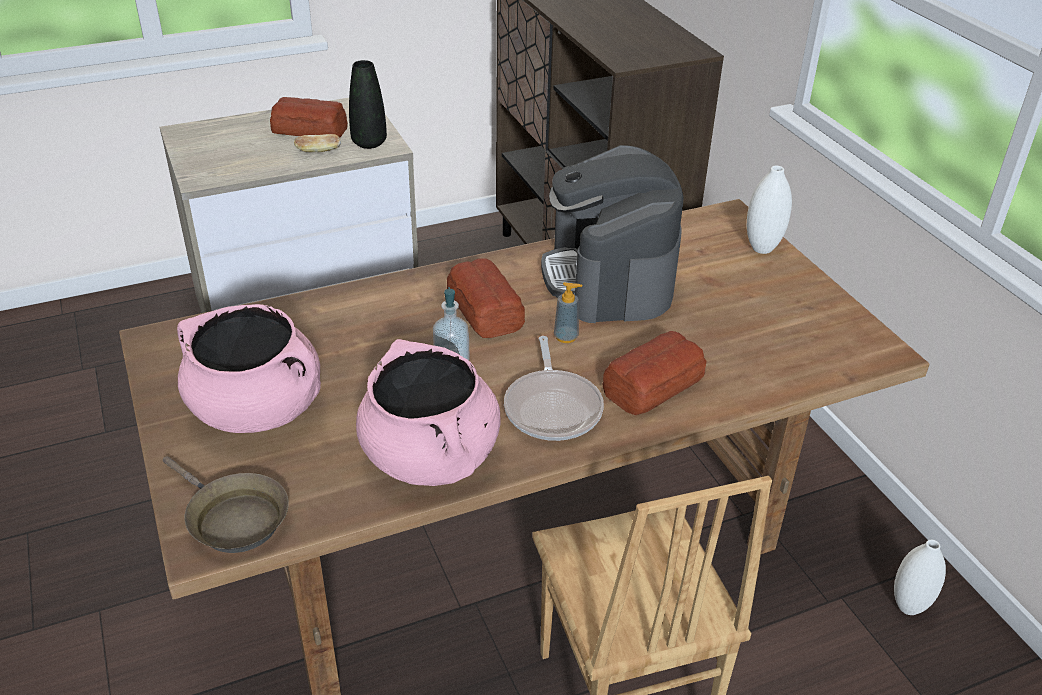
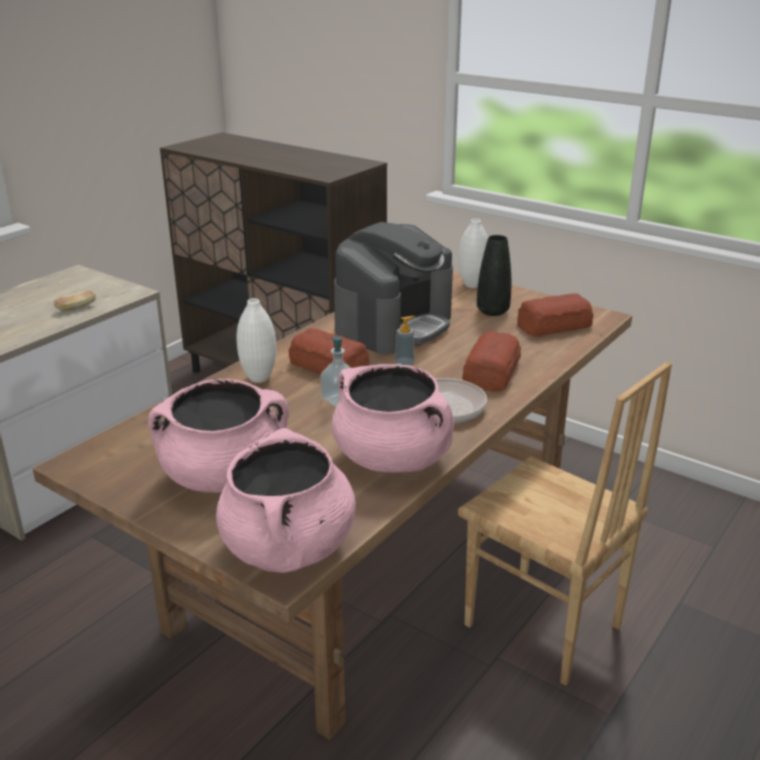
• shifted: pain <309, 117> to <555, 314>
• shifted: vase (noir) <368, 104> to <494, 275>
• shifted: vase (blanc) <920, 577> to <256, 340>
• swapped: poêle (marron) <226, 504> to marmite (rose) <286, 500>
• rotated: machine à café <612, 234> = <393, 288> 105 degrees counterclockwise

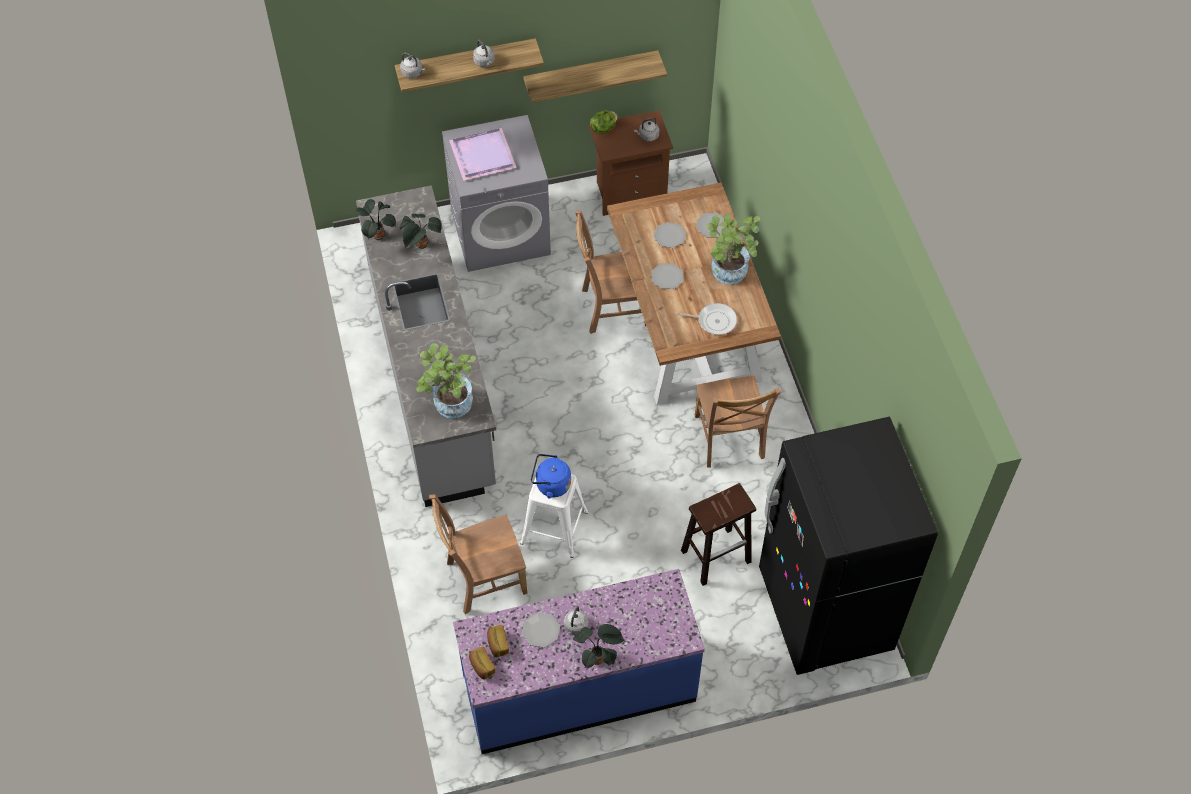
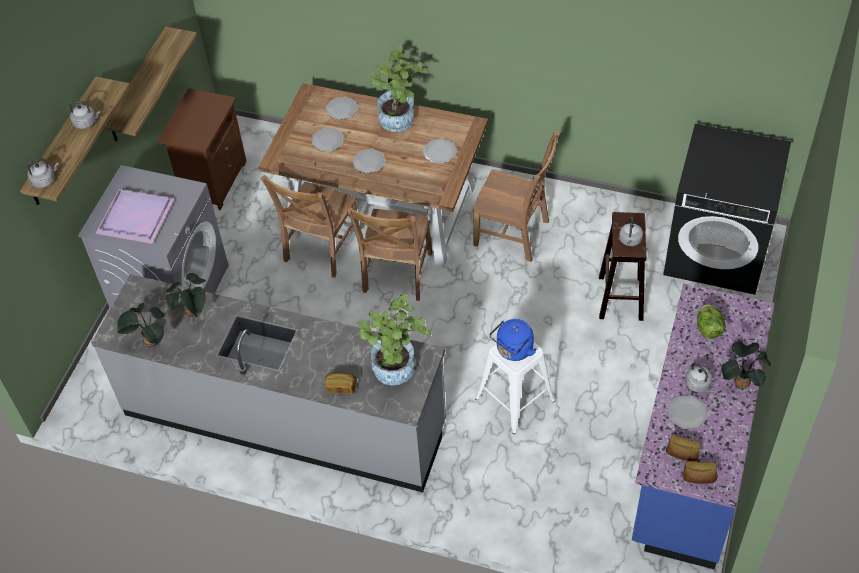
• new: pain <341, 383>
• shifted: chaise (marron) <478, 554> to <389, 254>
• shifted: laitue <604, 122> to <711, 321>
• shifted: bouilloire (gris) <646, 129> to <631, 231>
• swapped: poêle <707, 319> to assiette <440, 151>
• swapped: réfrigérateur (noir) <848, 545> to lave-linge (noir) <727, 209>

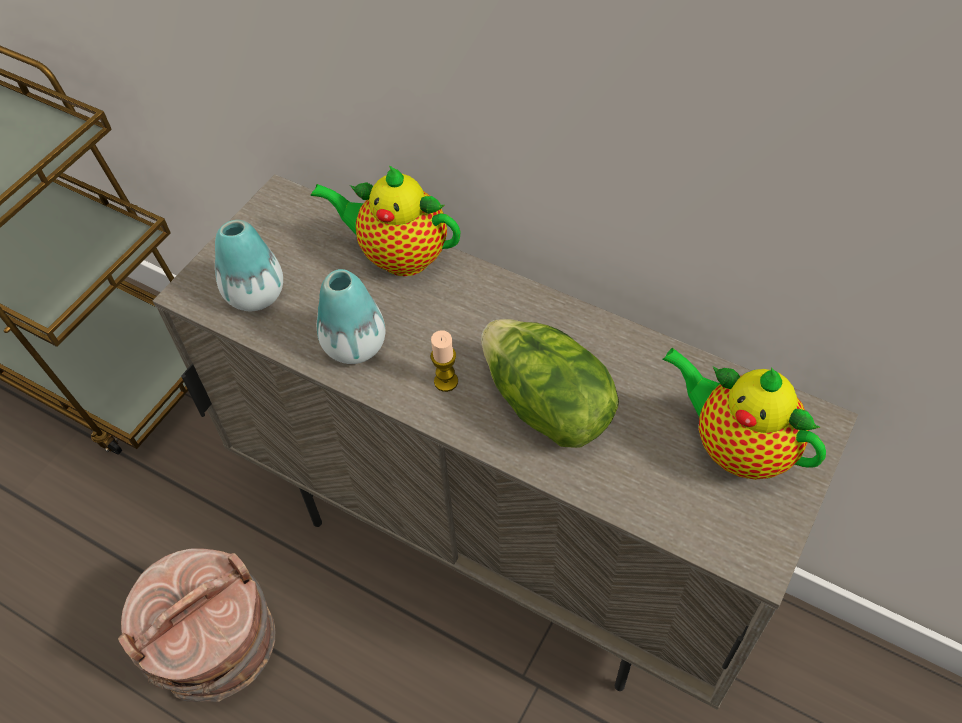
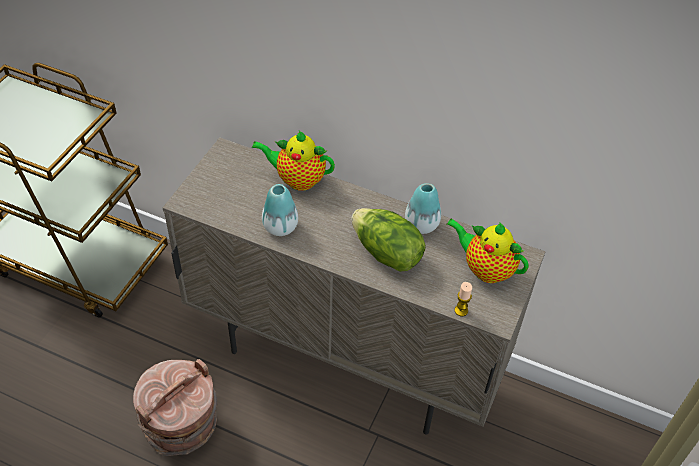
• shifted: vase <249, 265> to <423, 208>
• shifted: bougie <444, 361> to <463, 299>

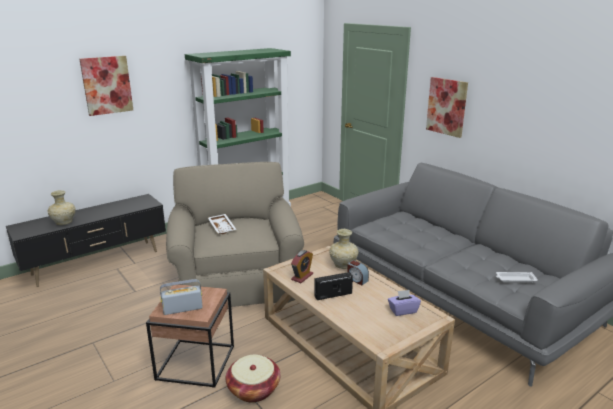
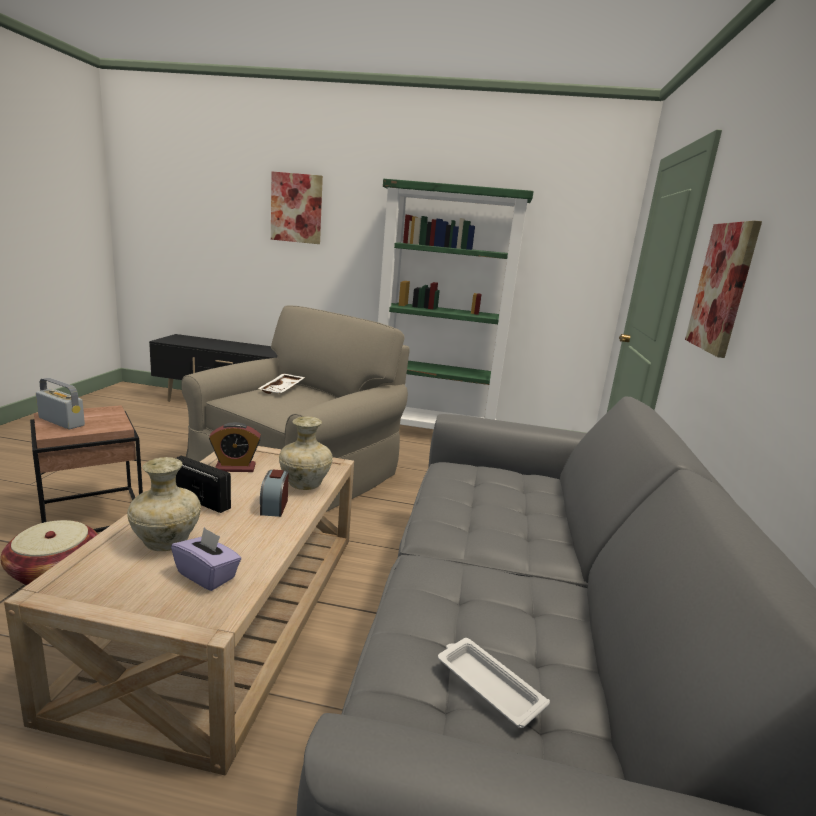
• shifted: vase (beige) <61, 207> to <164, 504>

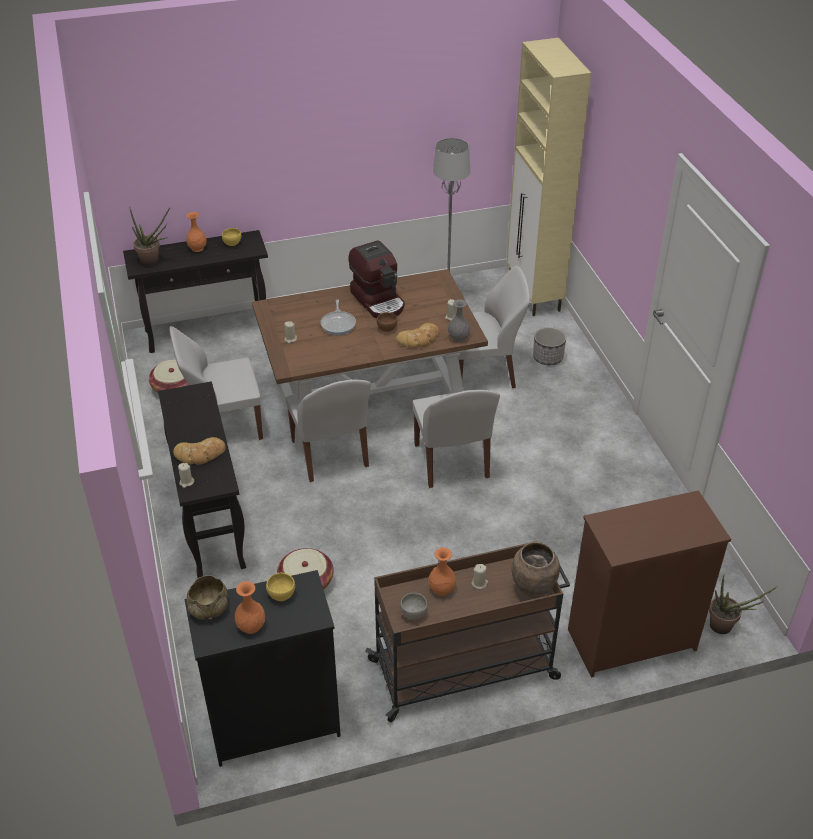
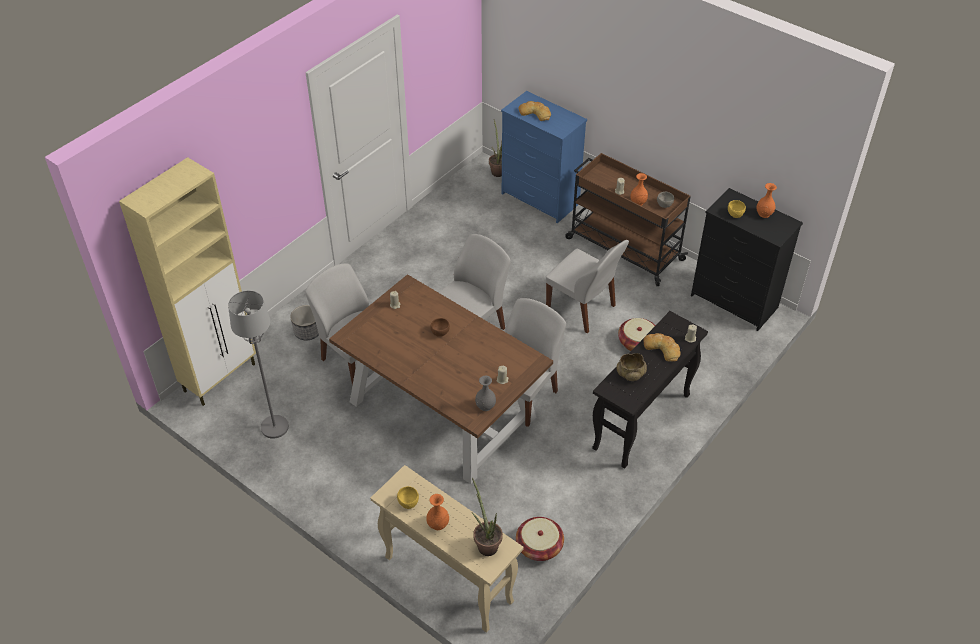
• gone: poêle <338, 317>
• gone: machine à café <376, 279>
• gone: vase (marron) <536, 570>
• shifted: chaise (blanc) <216, 383> to <587, 286>
• shifted: bol (beige) <207, 597> to <632, 367>
• shifted: pain <418, 335> to <534, 111>
• shifted: vase (gris) <459, 320> to <485, 393>
• repainted: table console (noir) <195, 291> to table console (beige) <447, 549>
• repainted: commode (marron) <649, 584> to commode (bleu) <544, 157>

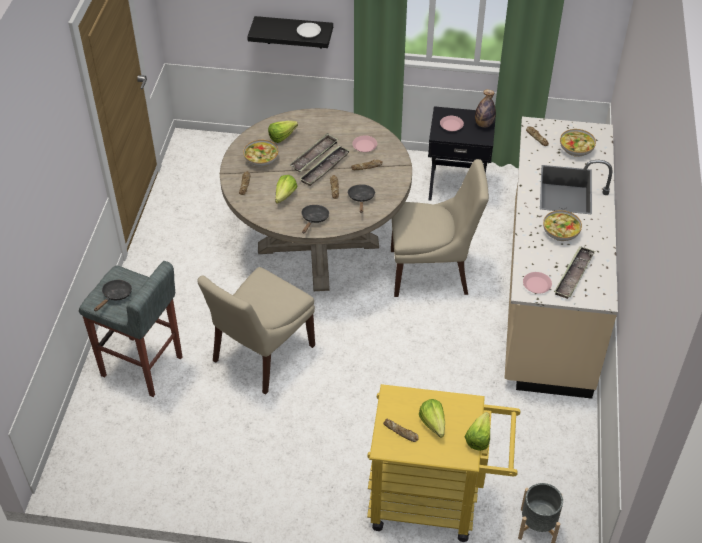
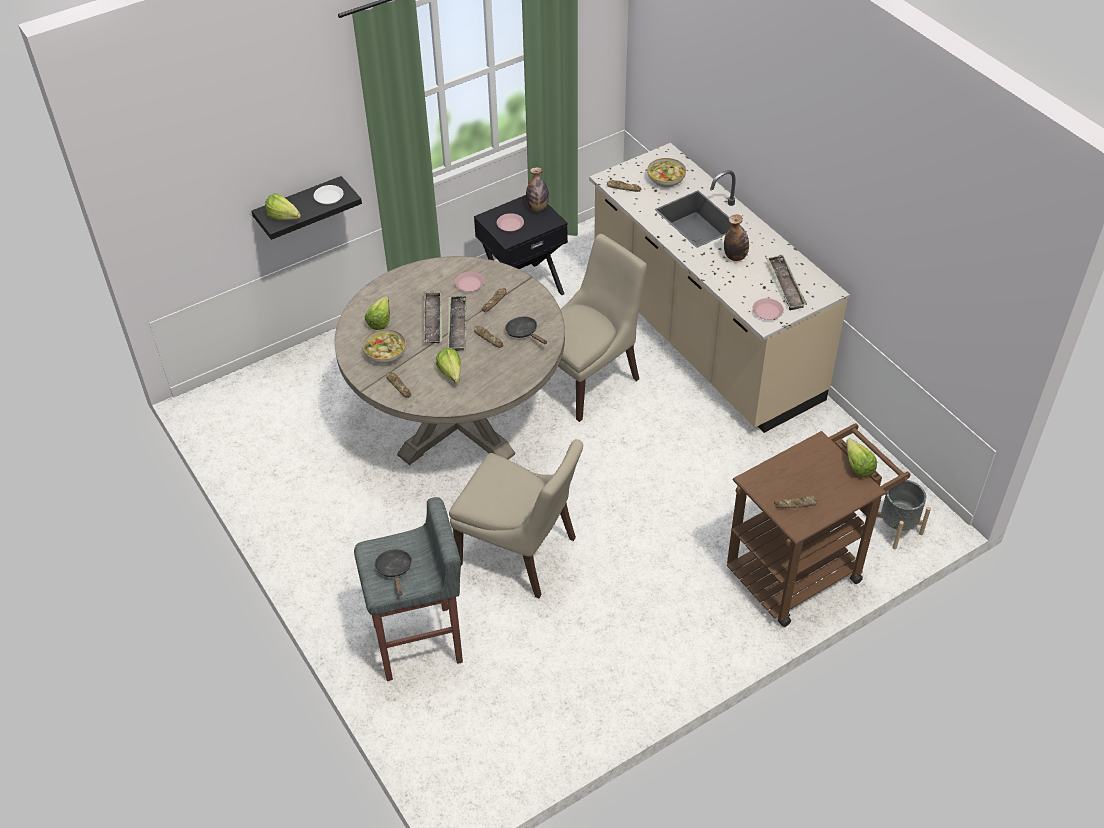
• gone: poêle (noir) <315, 219>
• shifted: laitue <432, 418> to <283, 206>
• swapped: bol <562, 225> to bouteille <736, 237>
• repainted: chariot (jaune) <443, 463> to chariot (marron) <819, 525>
• rotated: chaise (beige) <256, 331> = <516, 518> 60 degrees counterclockwise

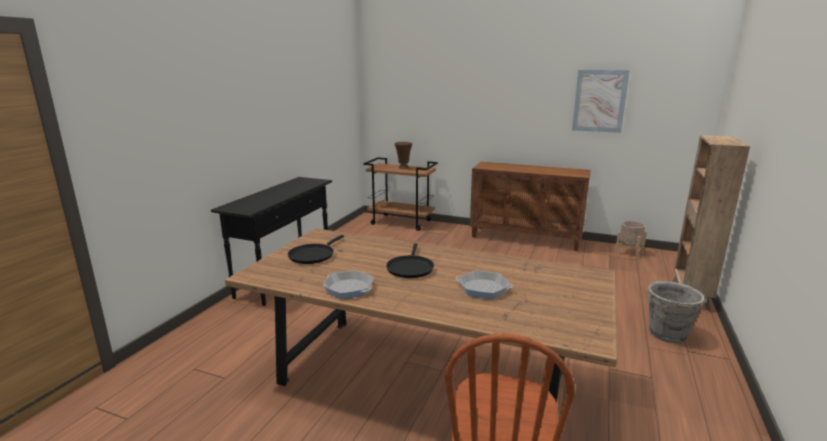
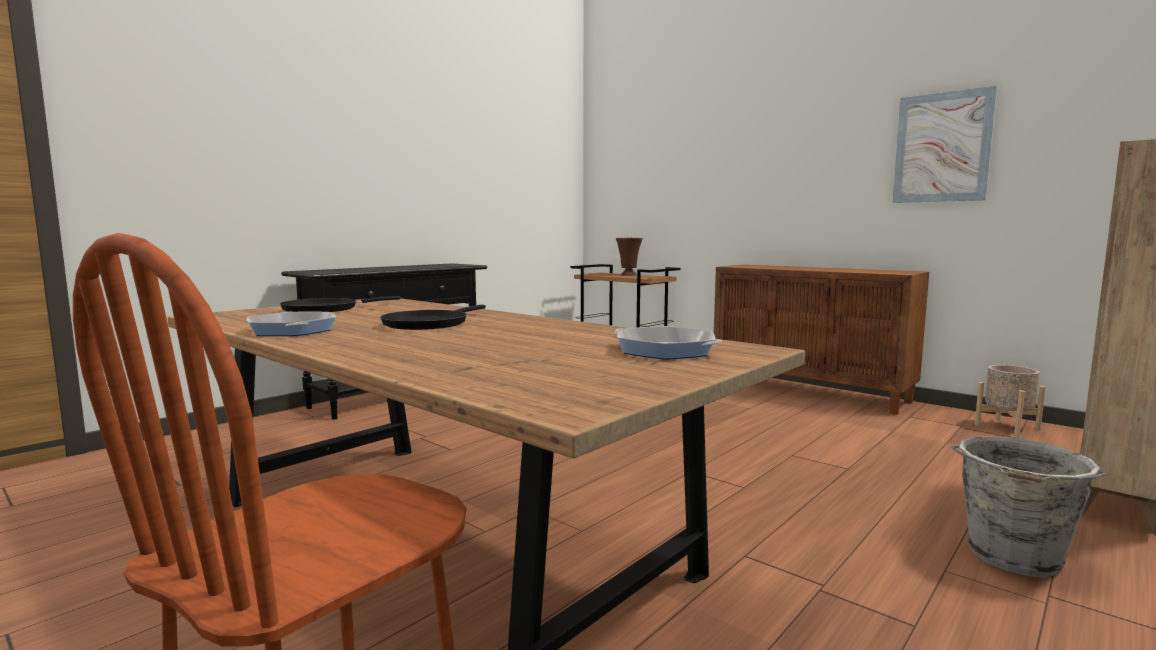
• shifted: poêle <484, 285> to <668, 343>

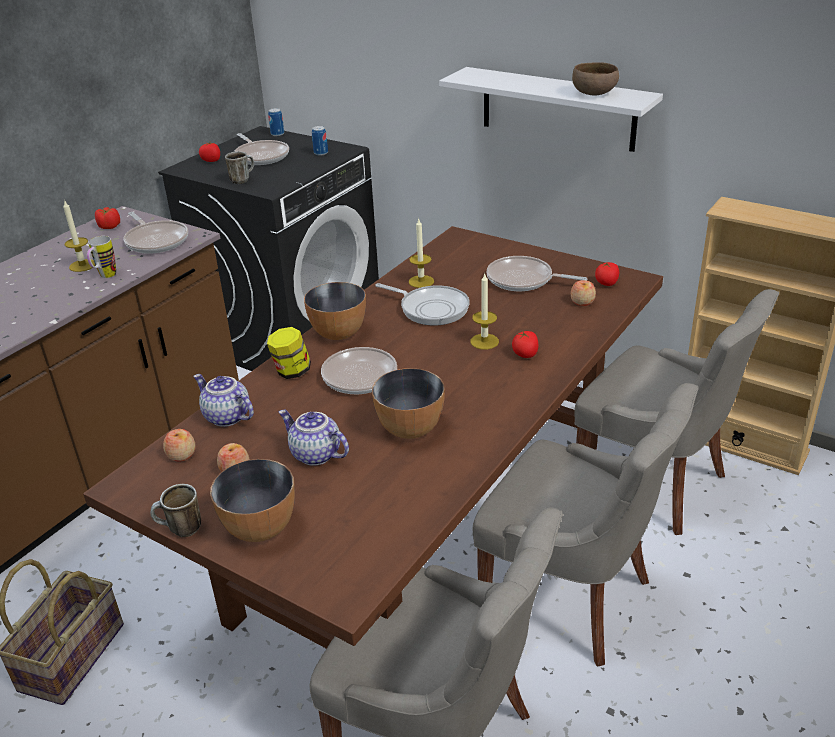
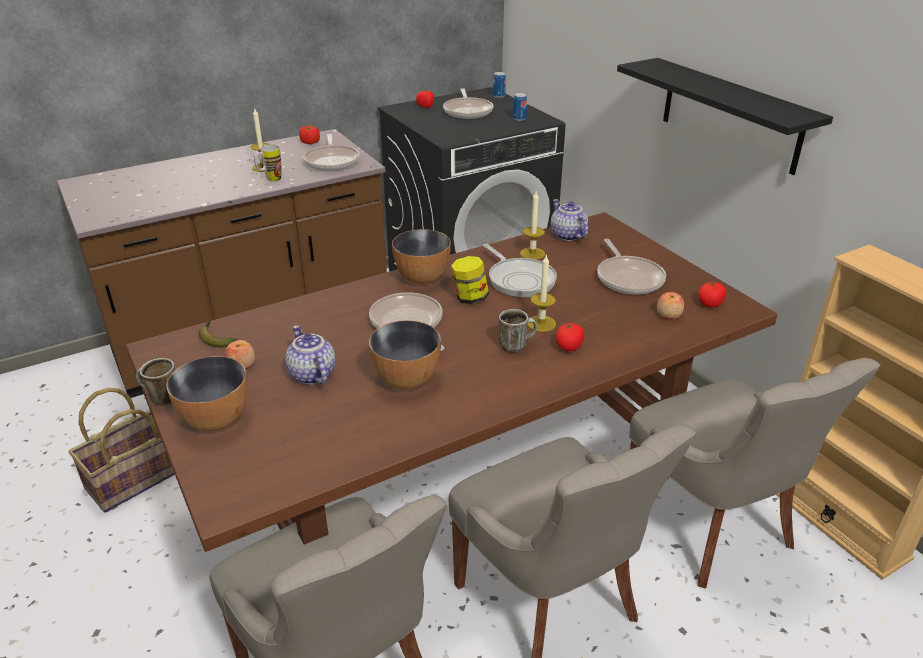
• gone: bol (marron) <595, 79>
• shifted: théière <223, 400> to <569, 220>
• shifted: mug <239, 167> to <518, 331>
• shifted: bocal <289, 353> to <470, 280>
• swapped: pomme <179, 445> to banane <218, 334>
• repainted: étagère (blanc) <551, 109> to étagère (noir) <725, 116>
• rotated: poêle <537, 273> = <631, 267> 150 degrees counterclockwise

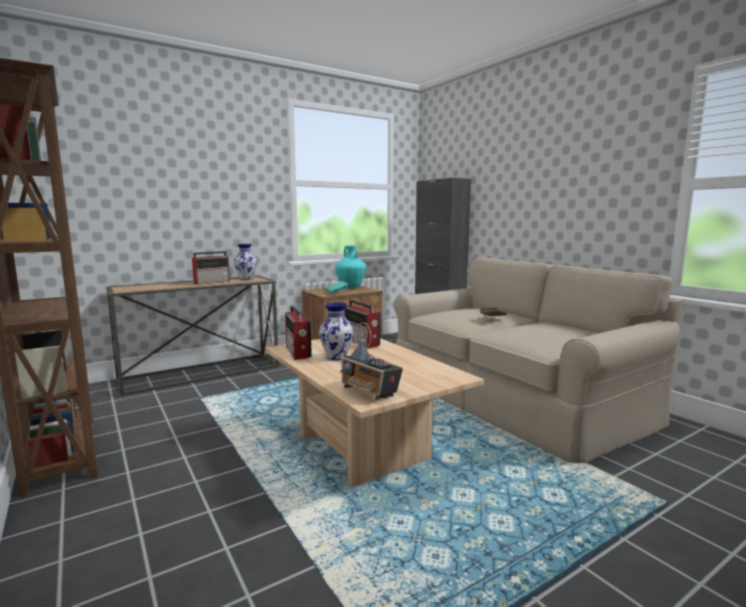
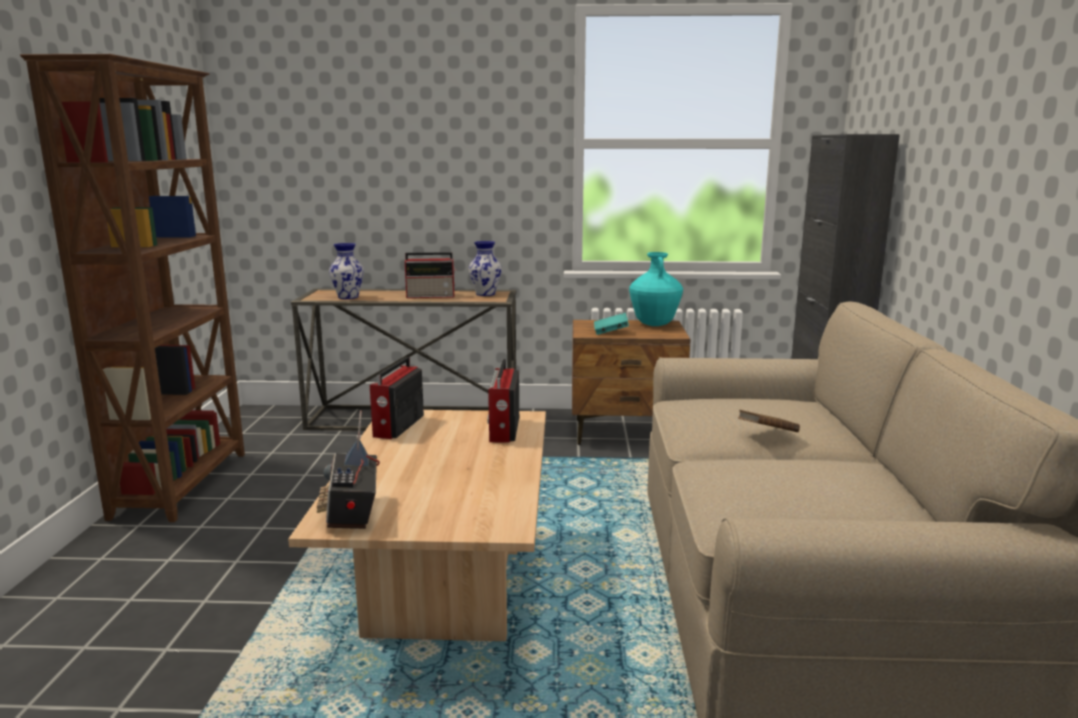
• shifted: vase <336, 331> to <346, 271>

